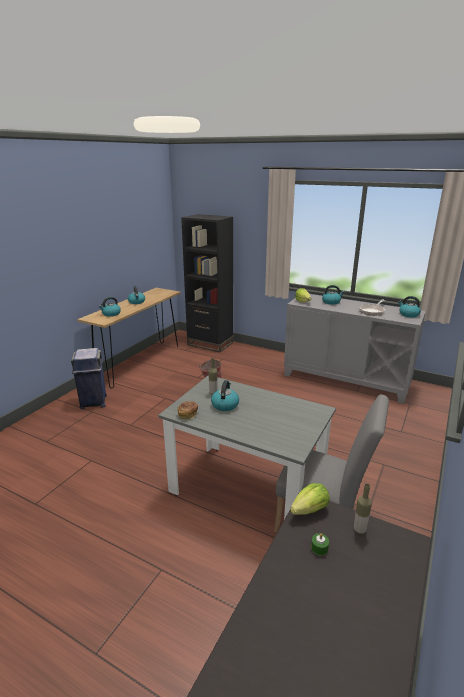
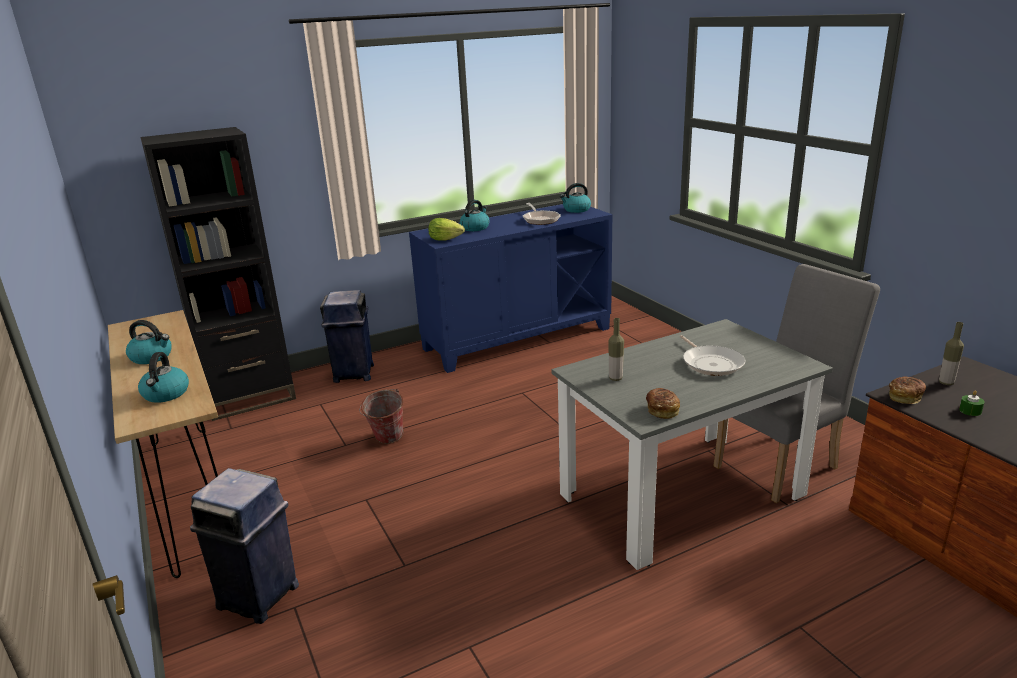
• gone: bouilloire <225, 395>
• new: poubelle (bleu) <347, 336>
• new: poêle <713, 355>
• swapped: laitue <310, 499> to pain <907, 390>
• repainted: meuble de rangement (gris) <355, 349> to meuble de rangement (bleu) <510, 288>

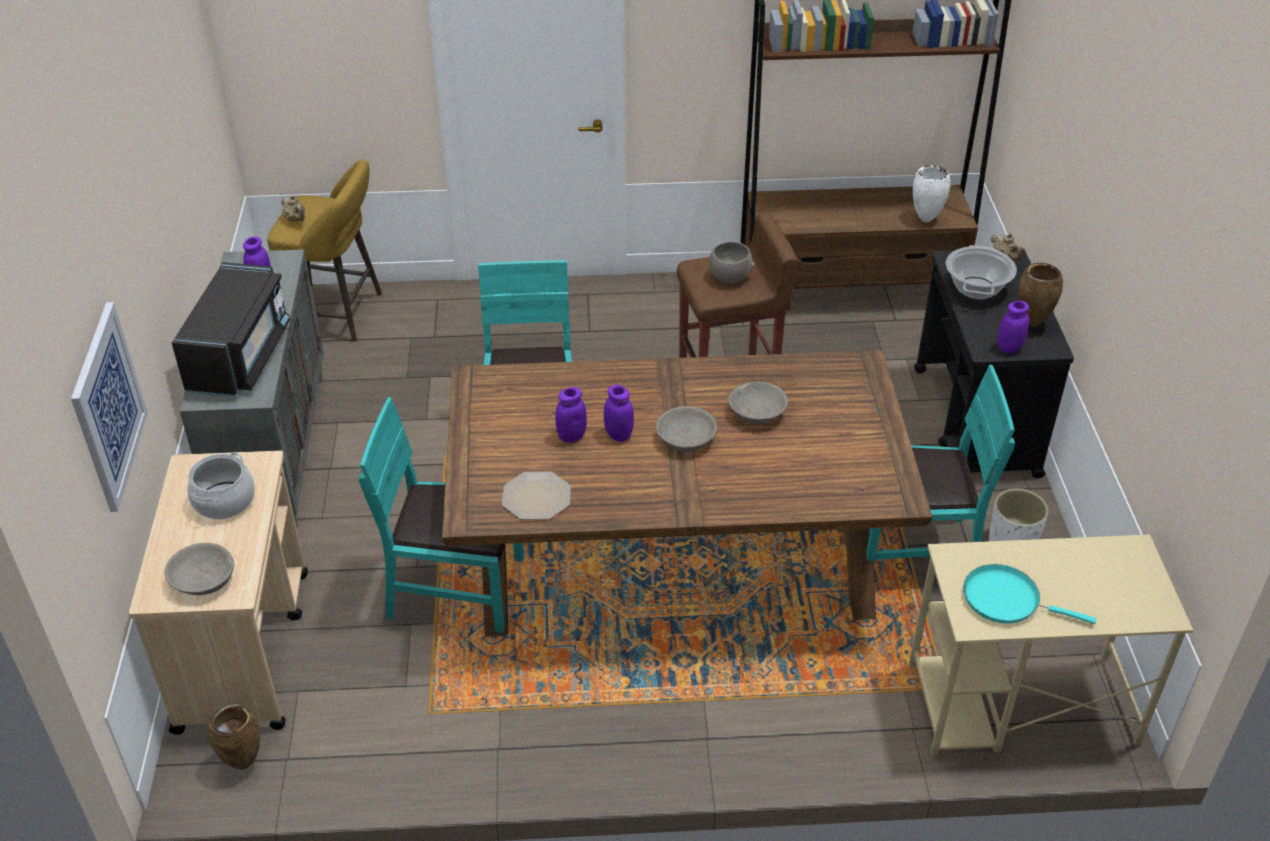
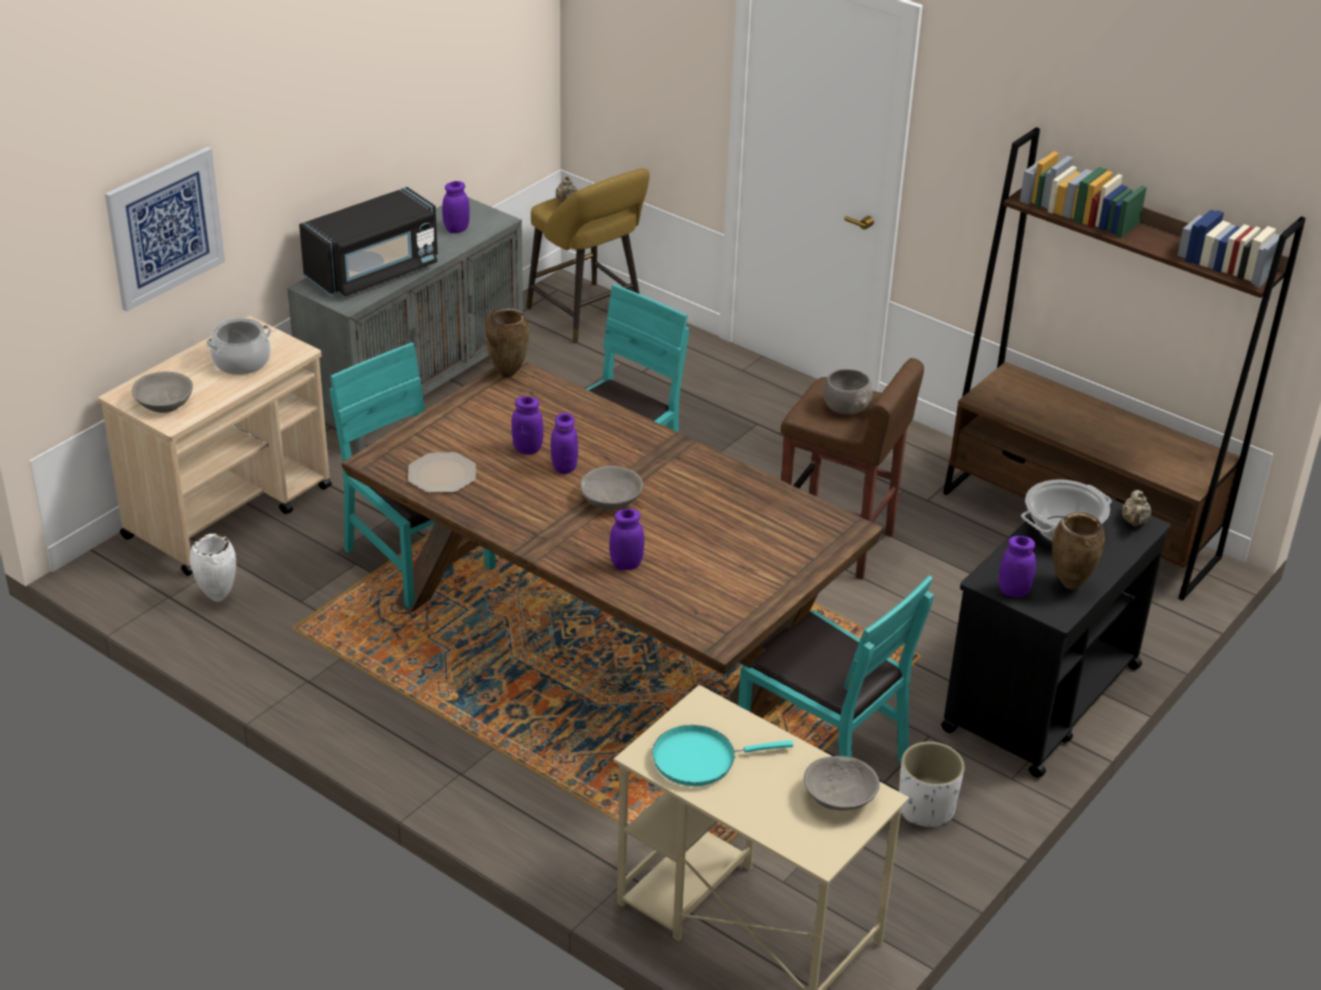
• new: bocal (violet) <626, 539>
• shifted: vase (marron) <233, 737> to <507, 343>
• shifted: bol (gris) <758, 402> to <842, 783>
• shifted: vase (blanc) <931, 193> to <213, 568>
• rotated: poêle (turquoise) <1029, 594> = <722, 755> 75 degrees counterclockwise

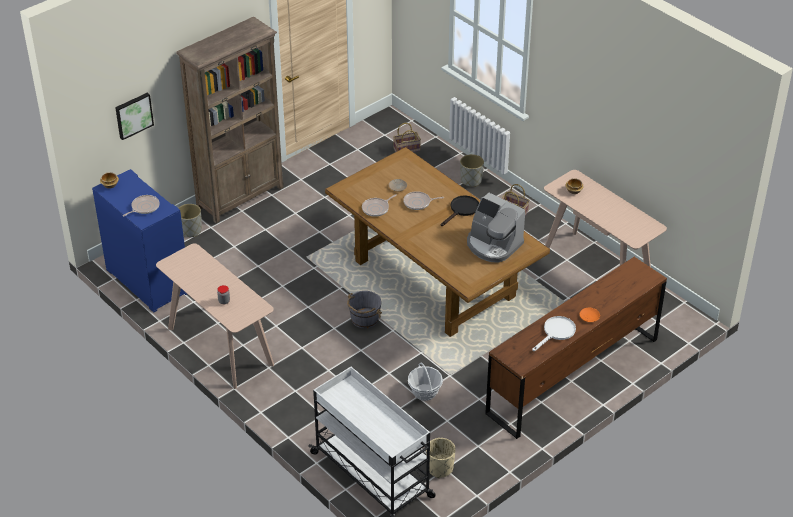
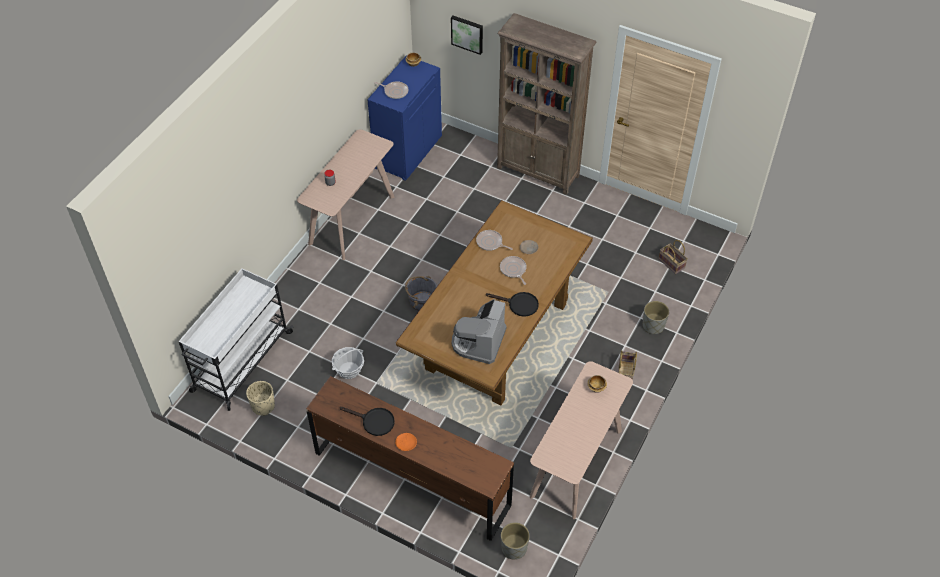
• shifted: cache-pot (gris) <190, 220> to <515, 541>
• repainted: poêle (blanc) <554, 333> to poêle (noir) <367, 421>

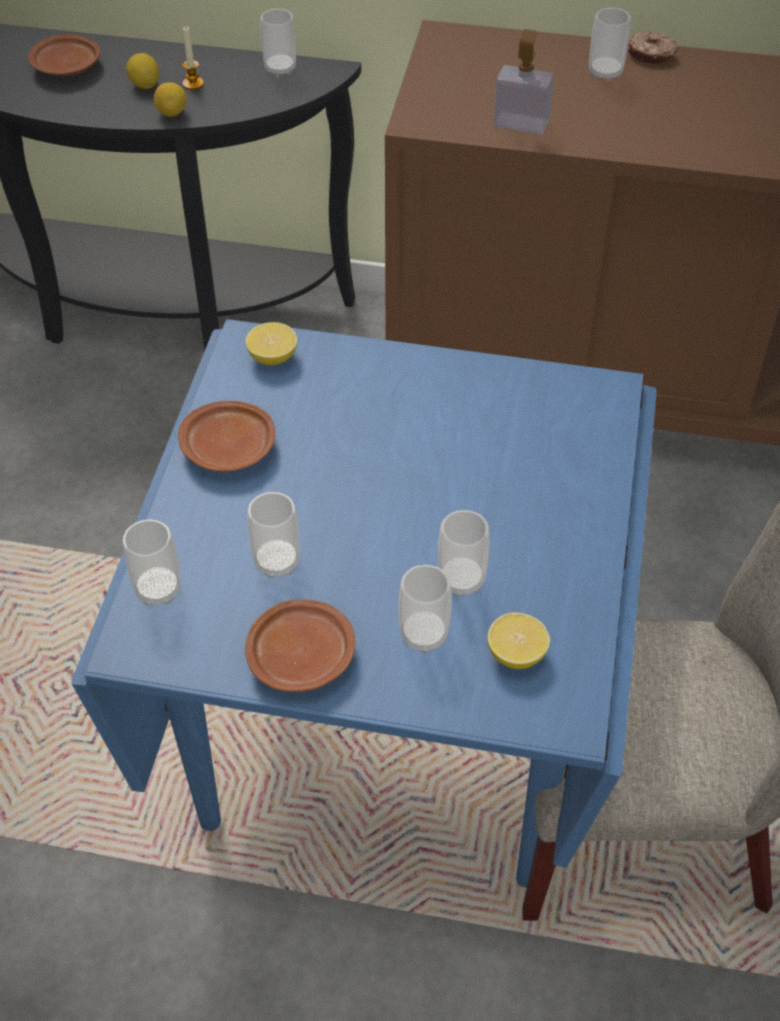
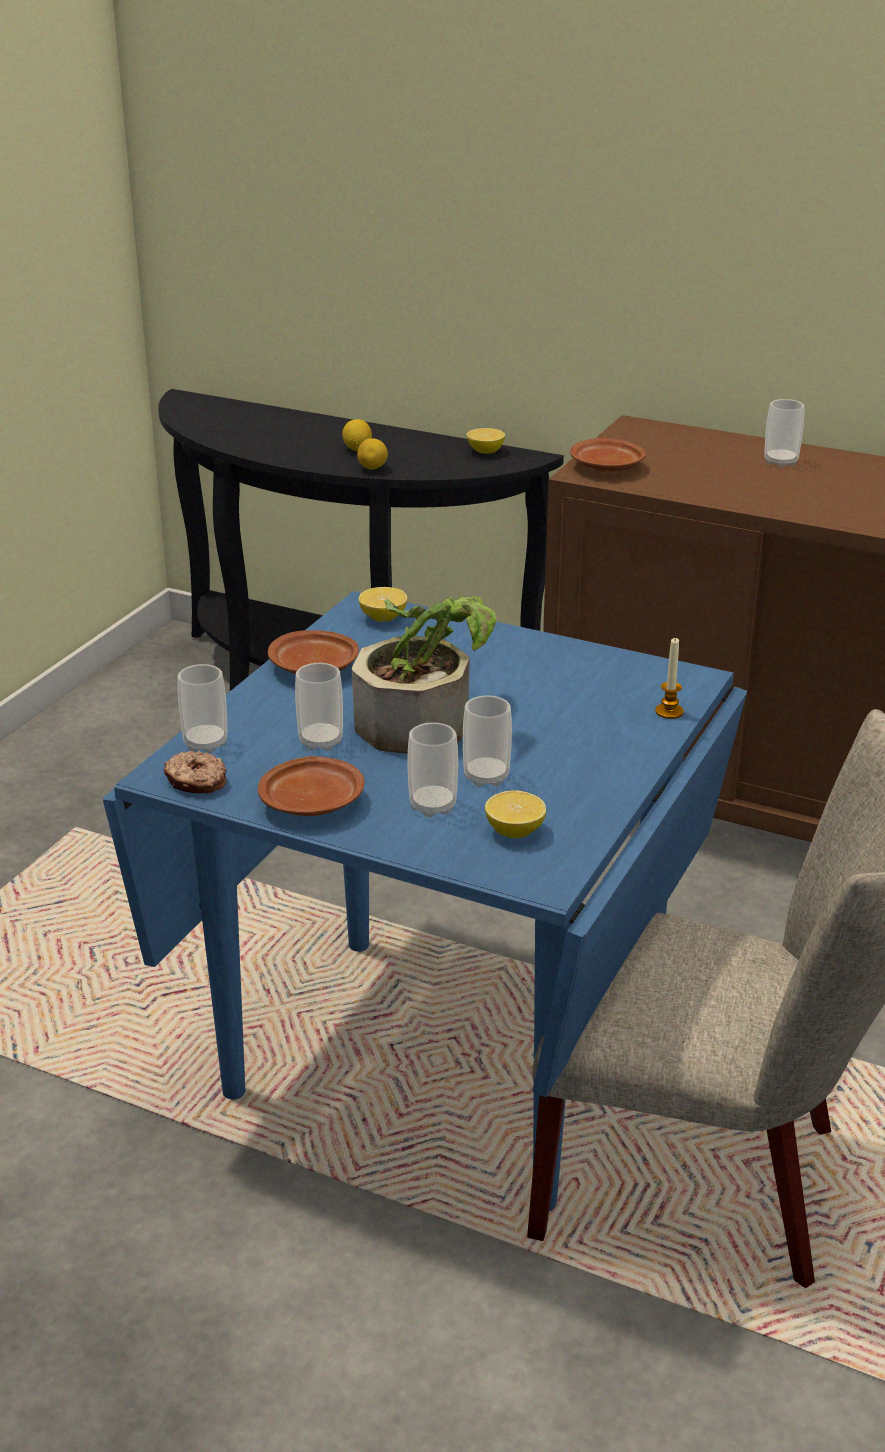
• gone: distributeur de savon <524, 81>
• new: plante en pot <424, 675>
• shifted: assiette (marron) <64, 55> to <608, 455>
• shifted: bougie <193, 58> to <669, 678>
• shifted: beignet <653, 47> to <195, 772>
• swapped: tasse <278, 43> to citron <486, 441>

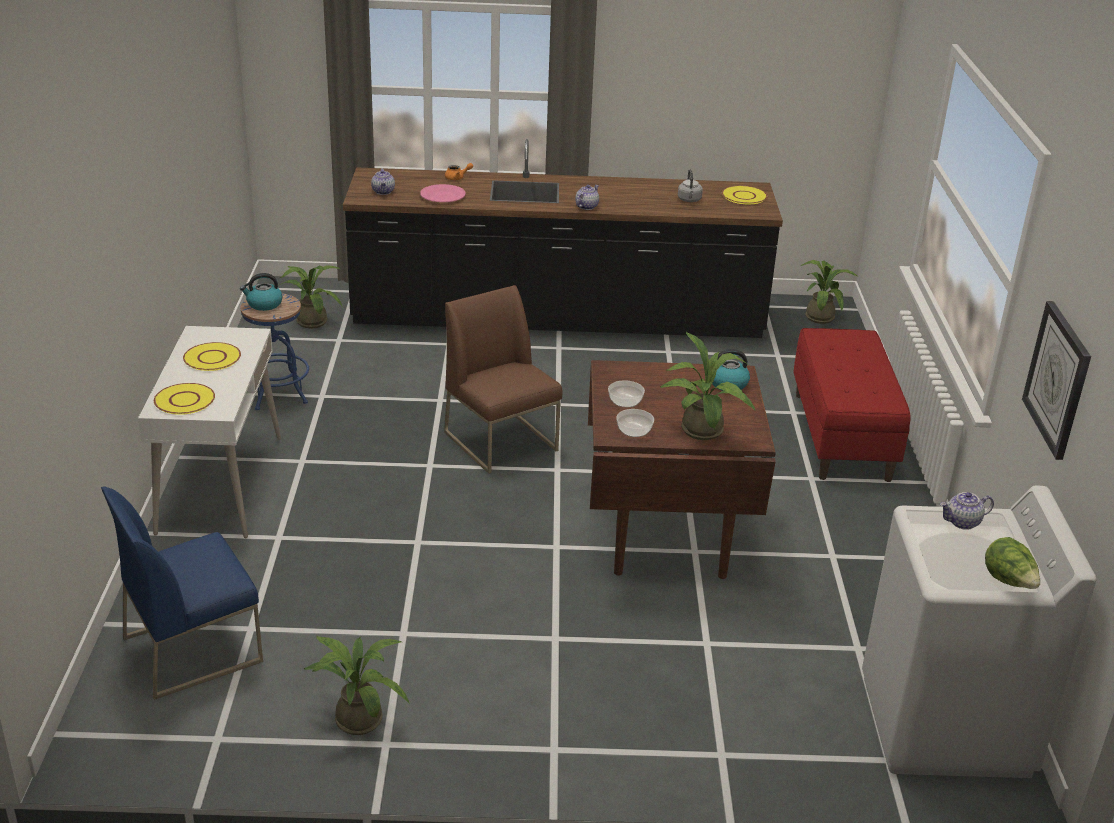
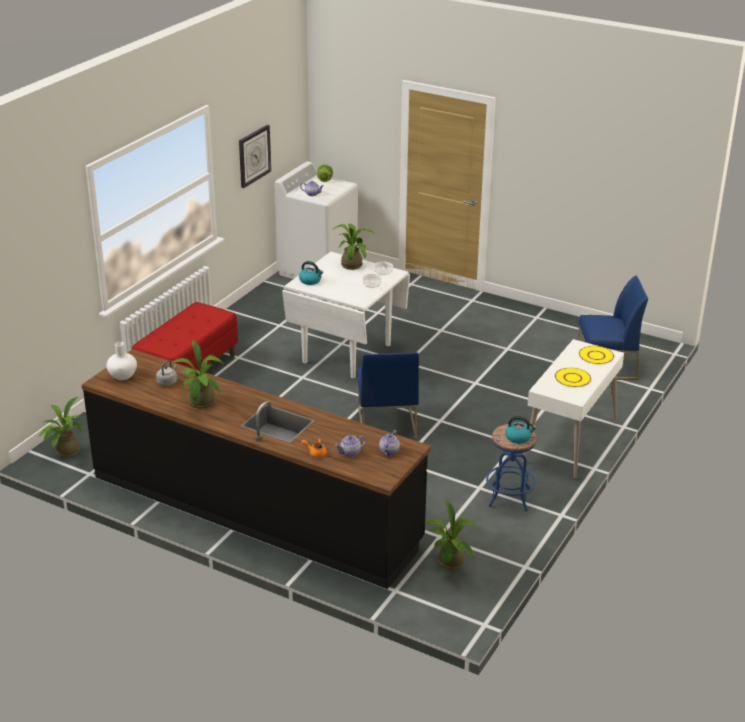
• gone: assiette (rose) <443, 193>
• shifted: plante en pot <357, 685> to <198, 374>
• shifted: théière <587, 197> to <350, 446>
• swapped: assiette (jaune) <744, 195> to vase (blanc) <121, 361>
• repainted: chaise (marron) <503, 379> to chaise (bleu) <388, 395>
• repainted: table à manger (marron) <682, 469> to table à manger (blanc) <346, 315>

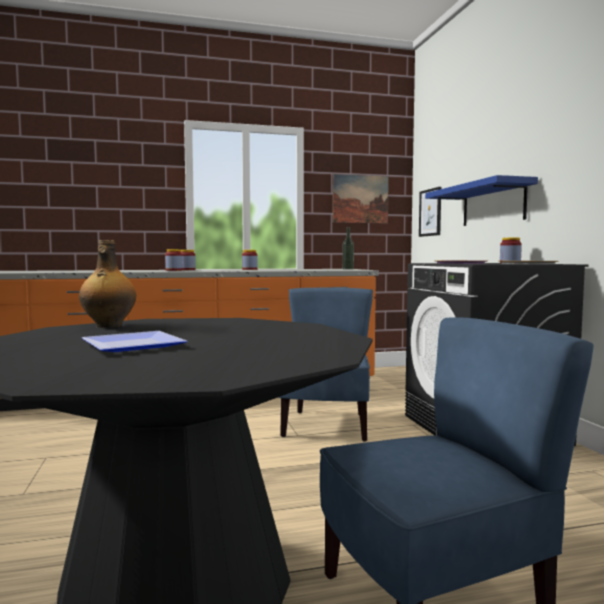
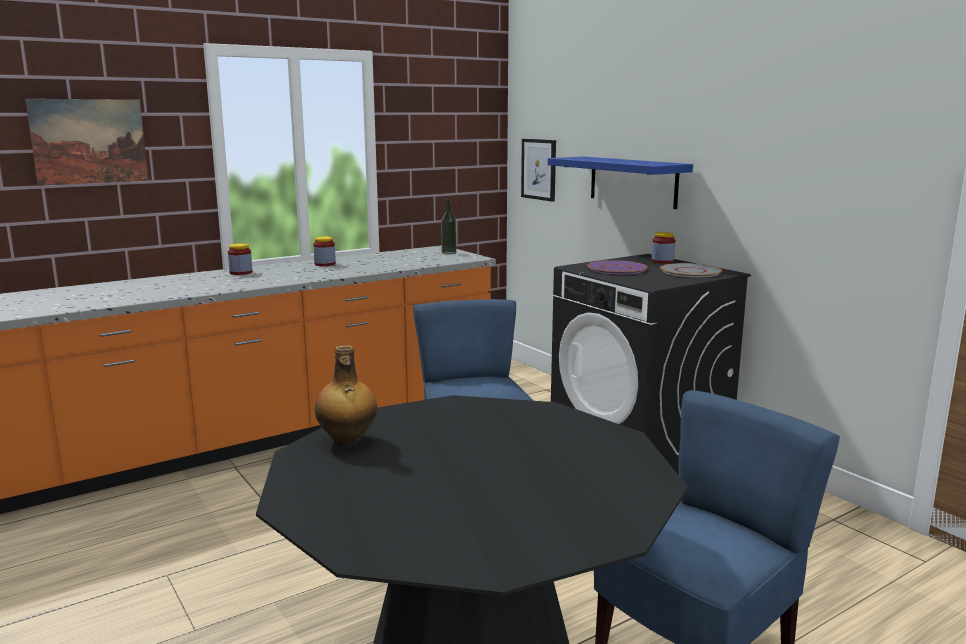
• gone: assiette <134, 341>
• gone: bocal <173, 260>
• shifted: tableau <361, 198> to <87, 142>

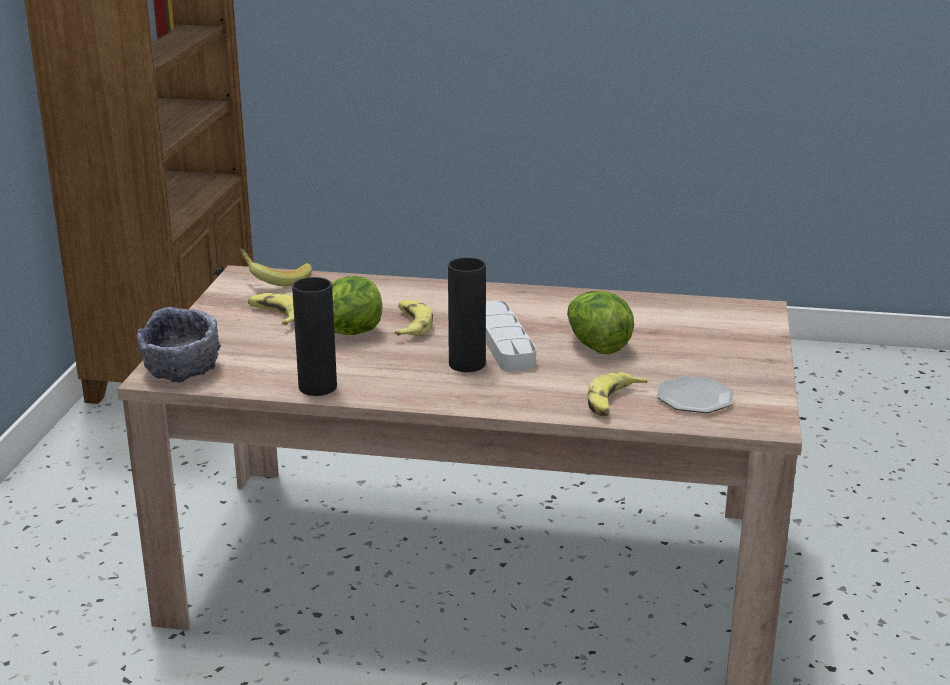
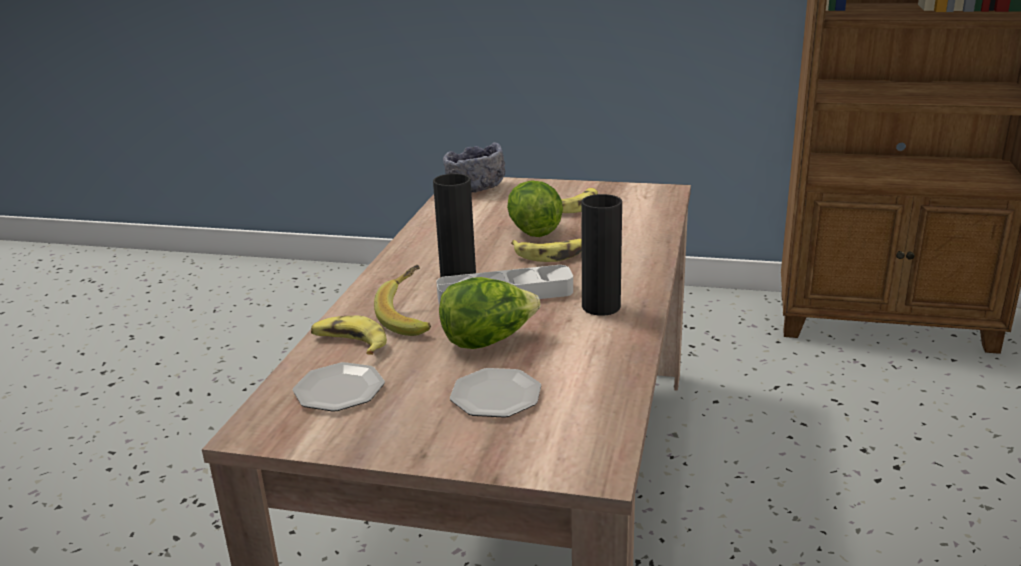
• new: assiette <495, 393>
• shifted: banane <276, 267> to <402, 300>
• shifted: vase (noir) <314, 336> to <601, 255>

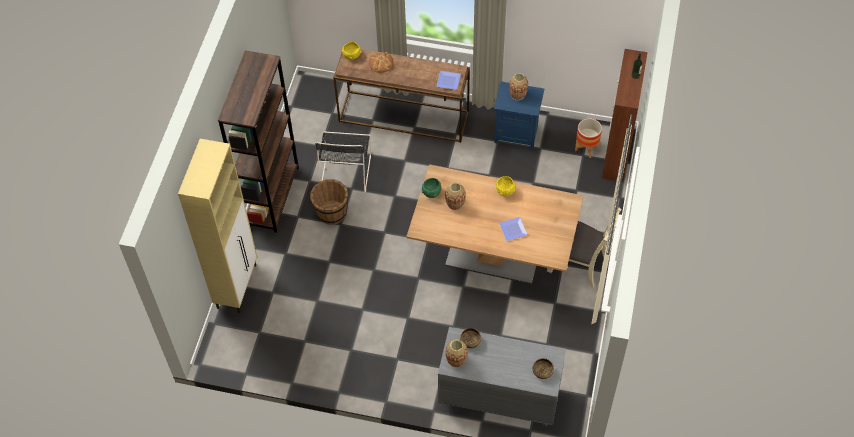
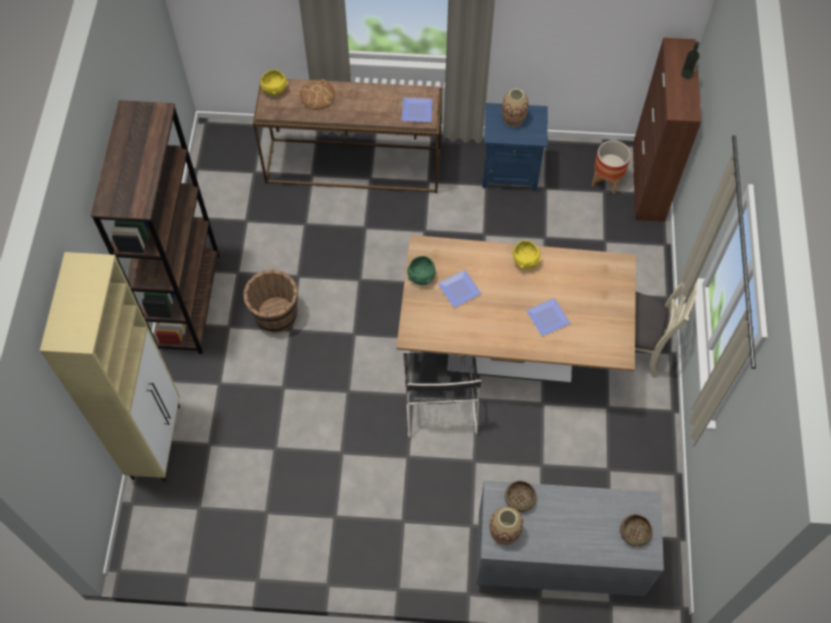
• shifted: chaise (noir) <343, 162> to <442, 394>
• swapped: vase <455, 196> to assiette <460, 289>

